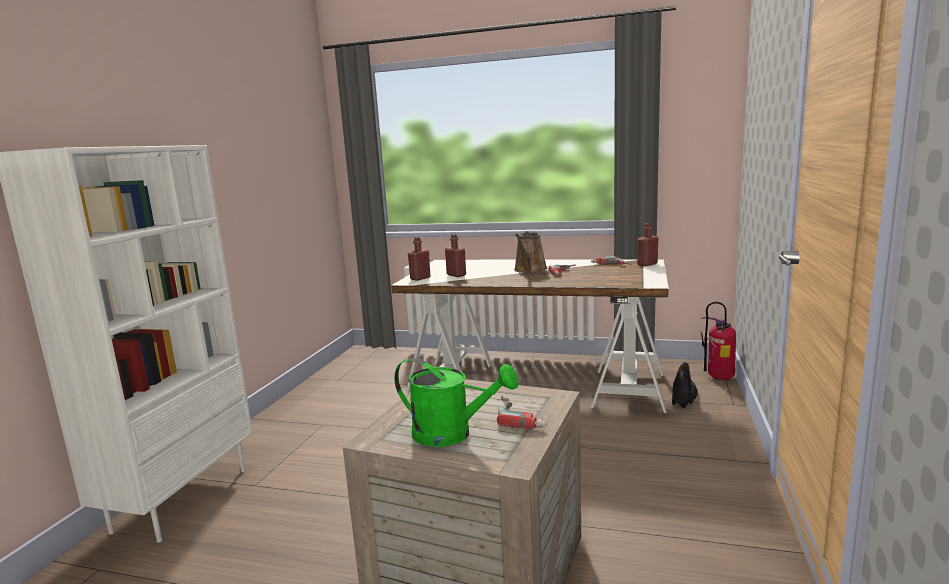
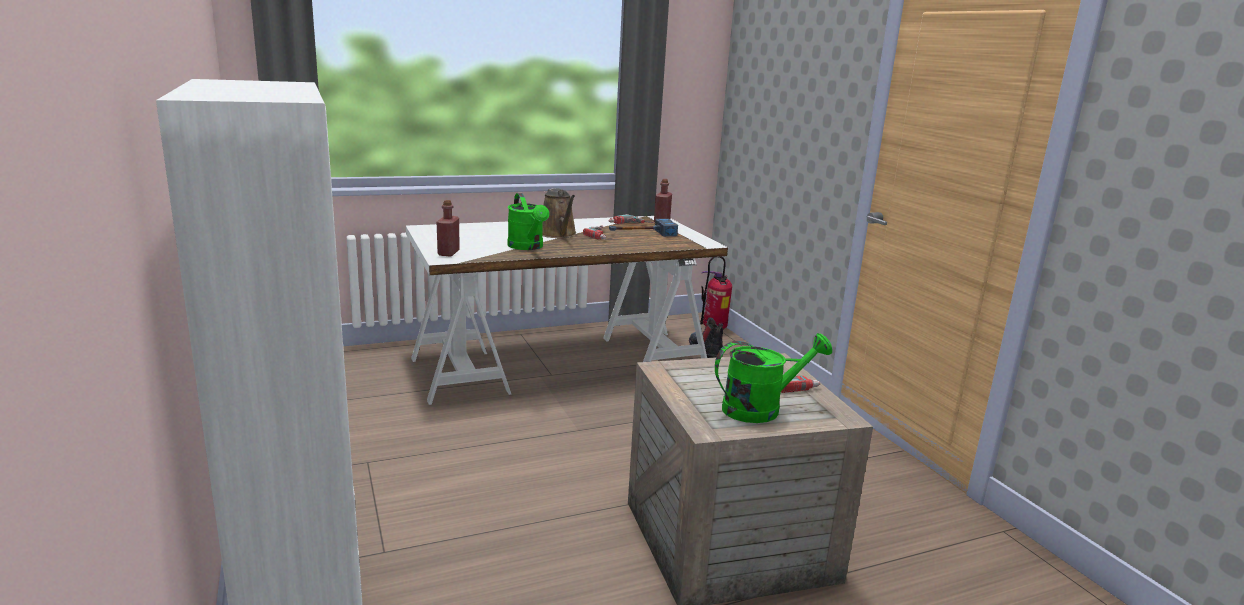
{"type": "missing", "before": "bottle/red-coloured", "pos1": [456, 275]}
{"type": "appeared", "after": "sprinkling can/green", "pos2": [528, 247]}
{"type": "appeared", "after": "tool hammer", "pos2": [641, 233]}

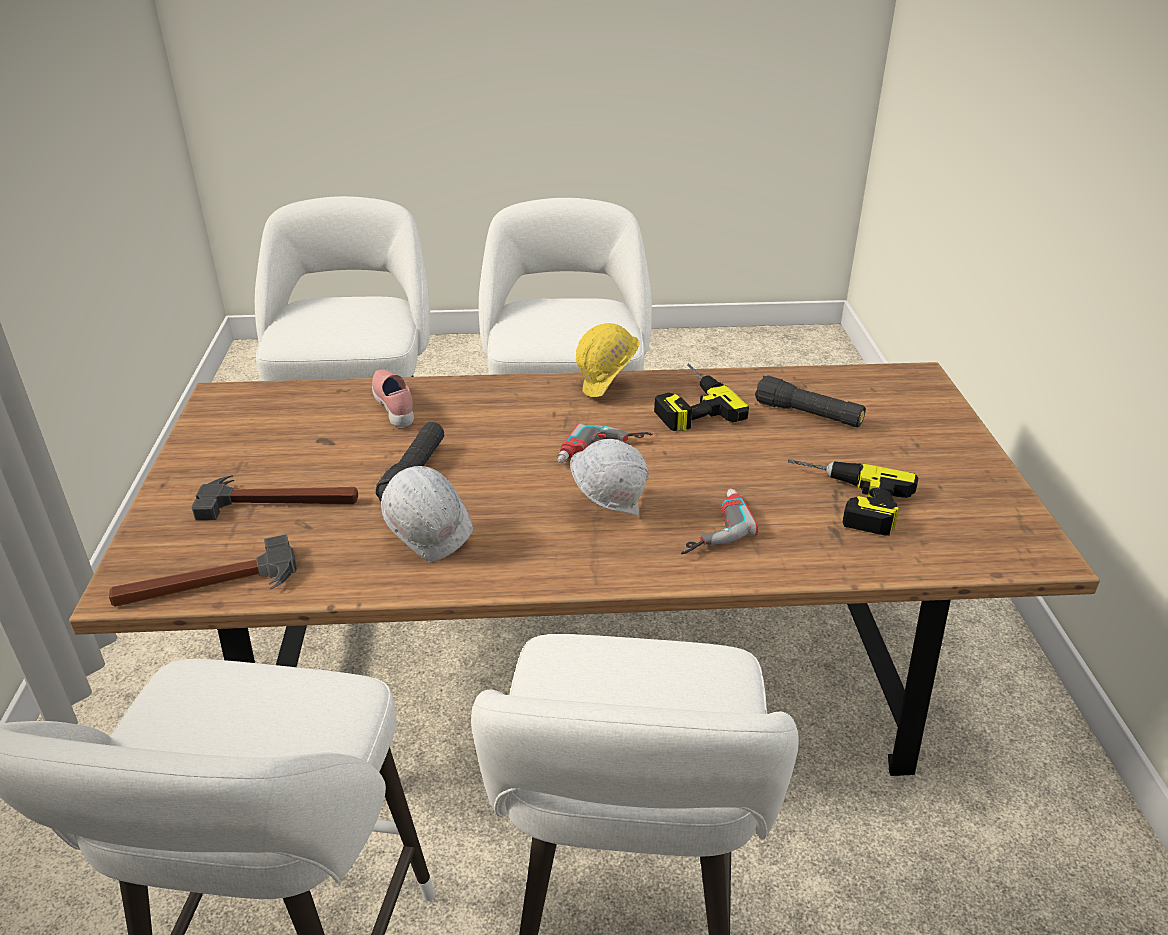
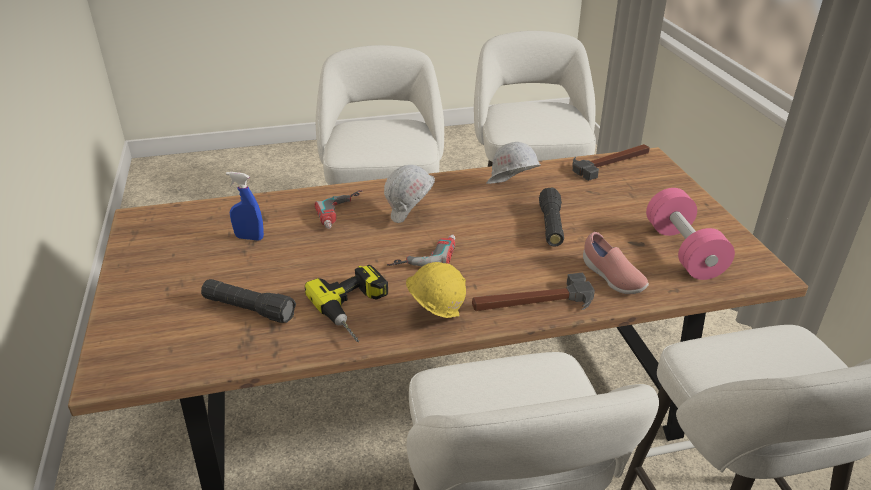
{"type": "relocated", "before": "tool hammer", "pos1": [279, 502], "pos2": [532, 302]}
{"type": "exchanged", "before": "drill", "after": "hand sprayer/bluish", "pos1": [844, 500], "pos2": [249, 238]}
{"type": "appeared", "after": "free weight/pink", "pos2": [683, 251]}

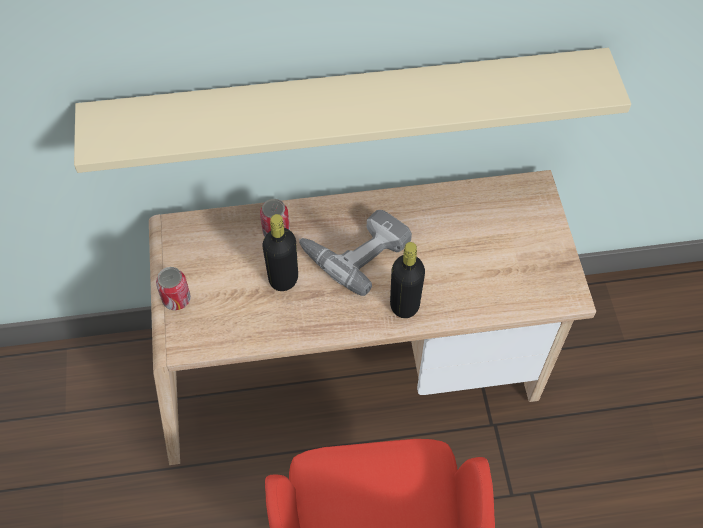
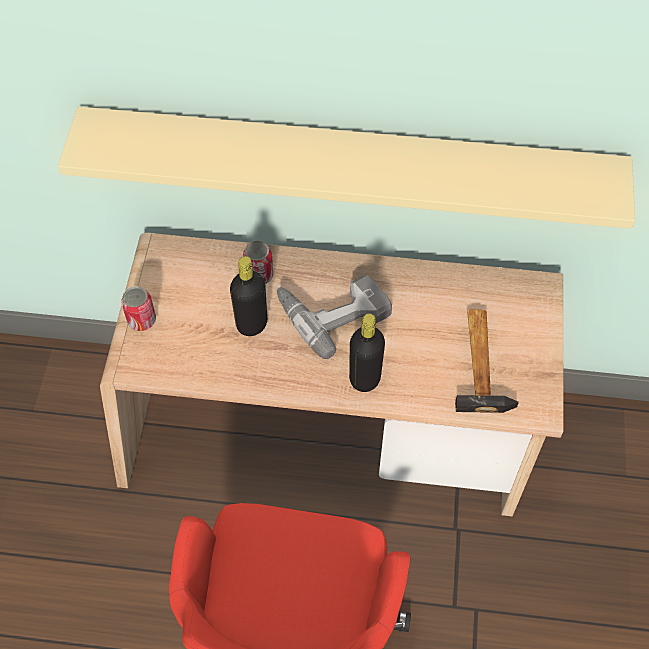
{"type": "appeared", "after": "tool hammer", "pos2": [482, 362]}

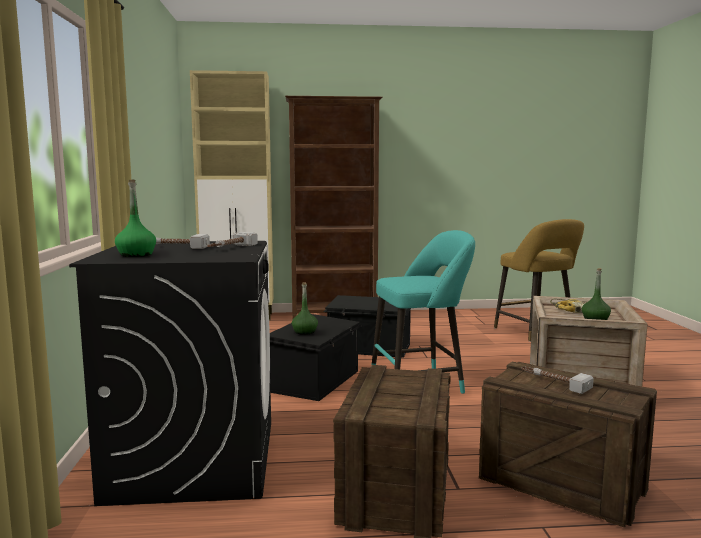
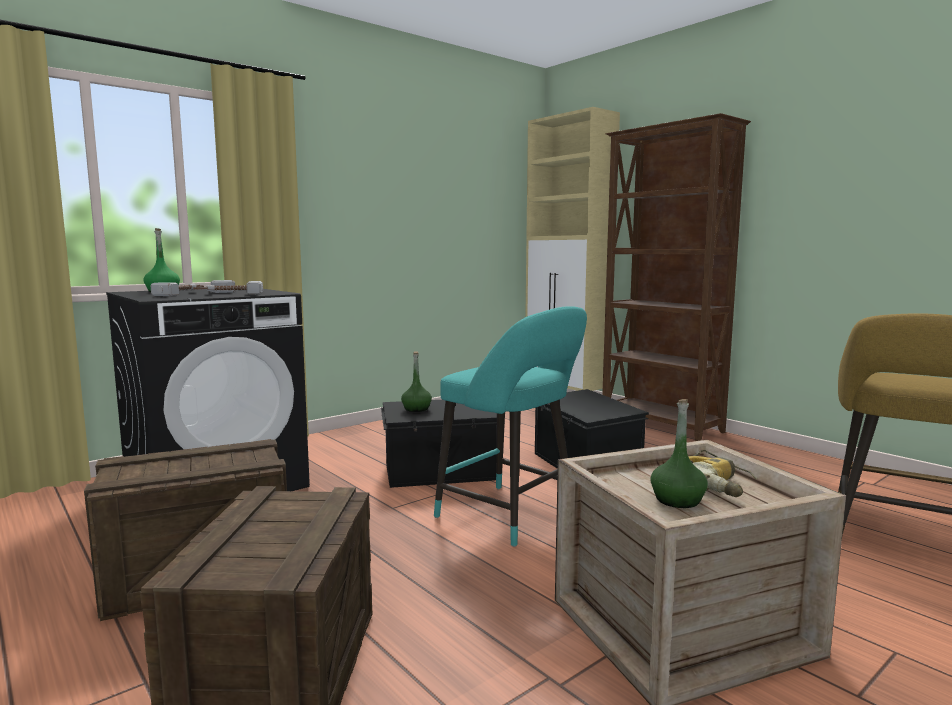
{"type": "relocated", "before": "tool hammer", "pos1": [554, 382], "pos2": [182, 293]}

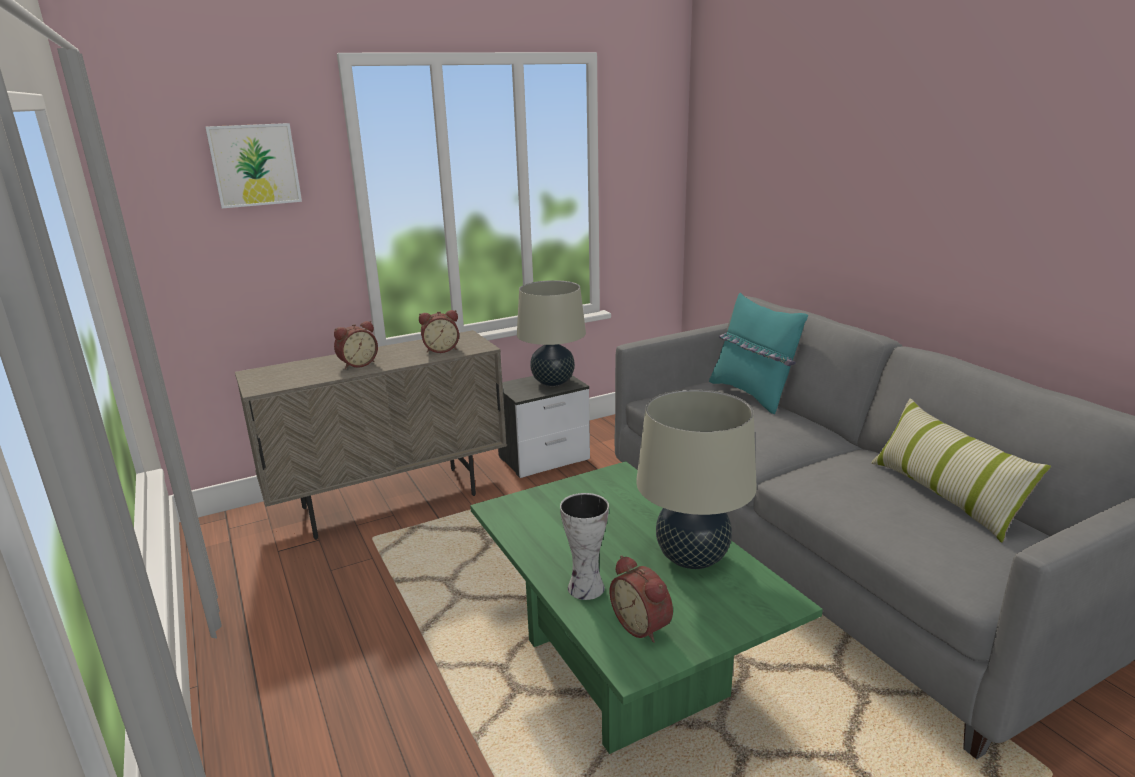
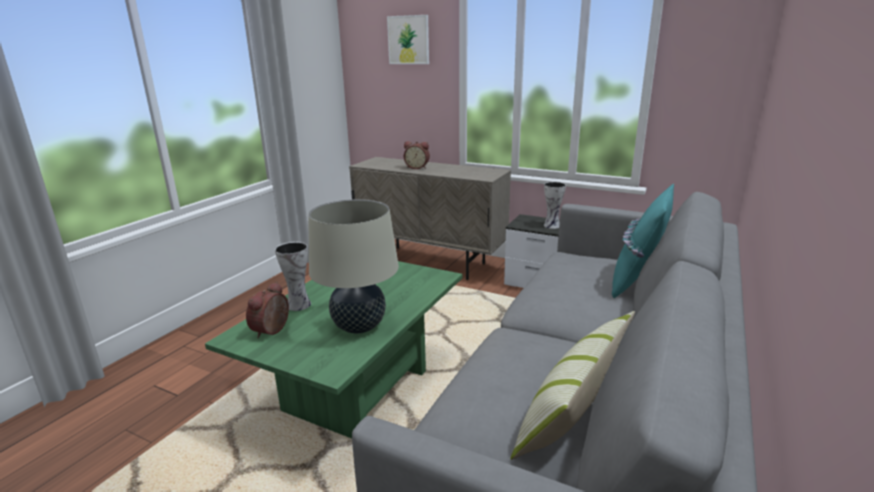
{"type": "missing", "before": "bedside clock", "pos1": [441, 349]}
{"type": "exchanged", "before": "tabletop lamp/beige", "after": "vase", "pos1": [553, 382], "pos2": [552, 225]}

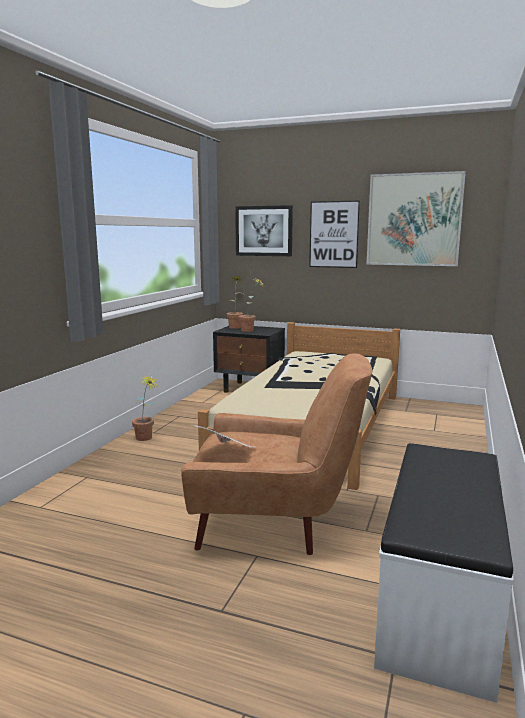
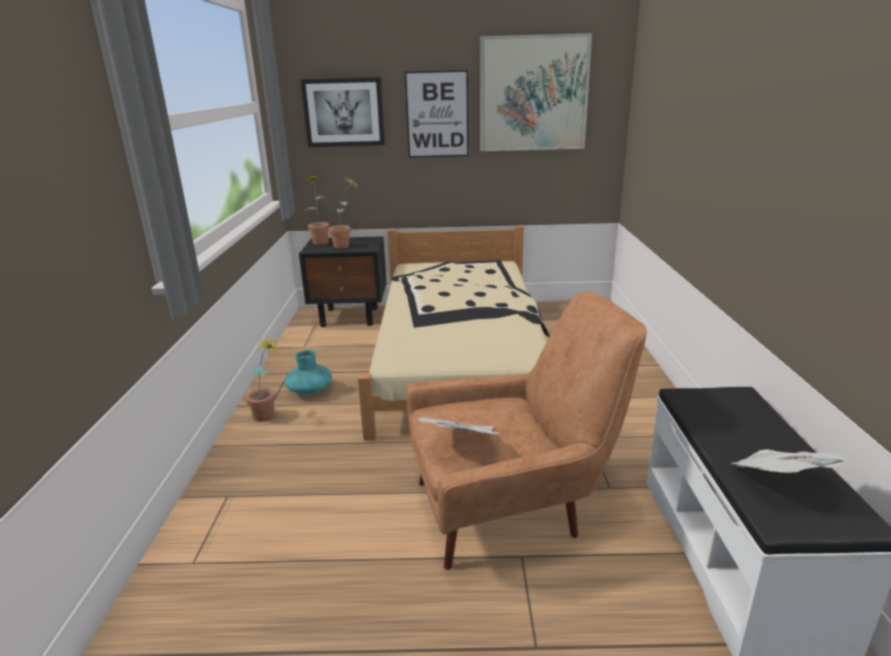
{"type": "appeared", "after": "vase/blue-green", "pos2": [310, 390]}
{"type": "appeared", "after": "newspaper", "pos2": [782, 481]}

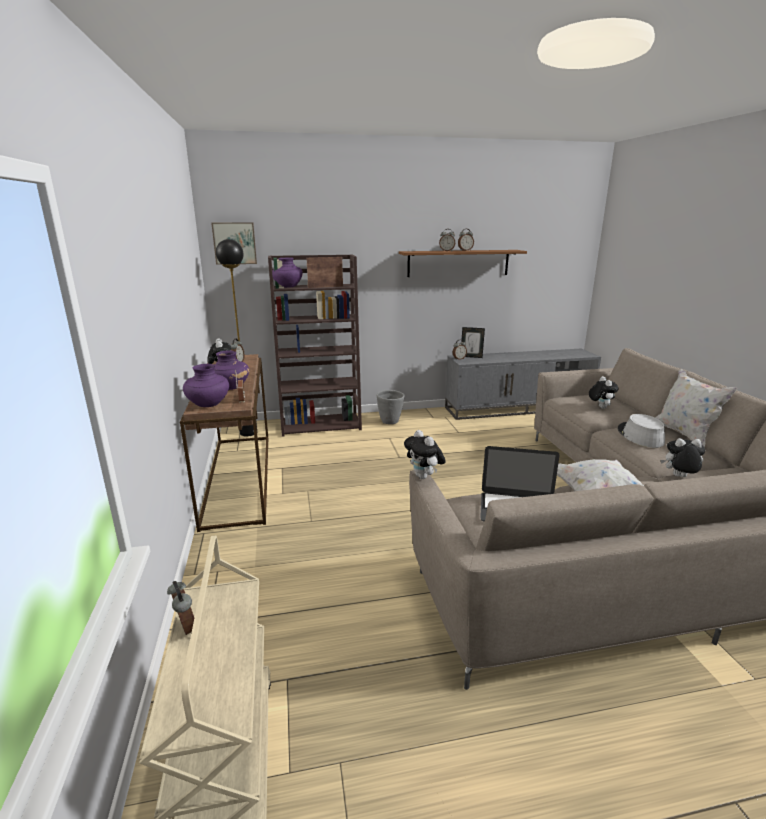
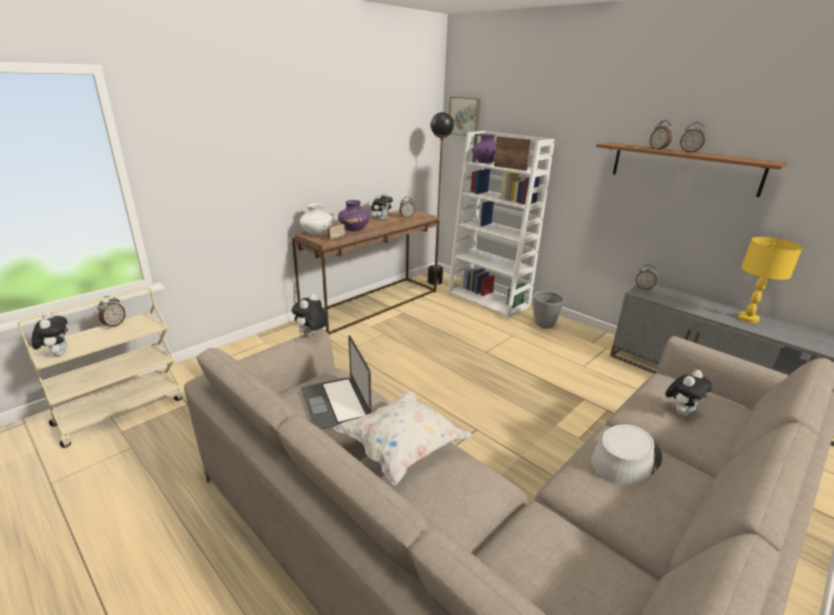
{"type": "colour", "before": "vase/purplish", "after": "vase/whitish", "pos1": [208, 404], "pos2": [317, 234]}
{"type": "colour", "before": "bookshelf/brown-coloured", "after": "bookshelf/whitish", "pos1": [321, 424], "pos2": [489, 300]}
{"type": "missing", "before": "photo frame", "pos1": [471, 356]}
{"type": "missing", "before": "pillow/whitish", "pos1": [684, 435]}
{"type": "relocated", "before": "plush toy", "pos1": [679, 477], "pos2": [57, 354]}
{"type": "appeared", "after": "tabletop lamp/yellow", "pos2": [747, 318]}

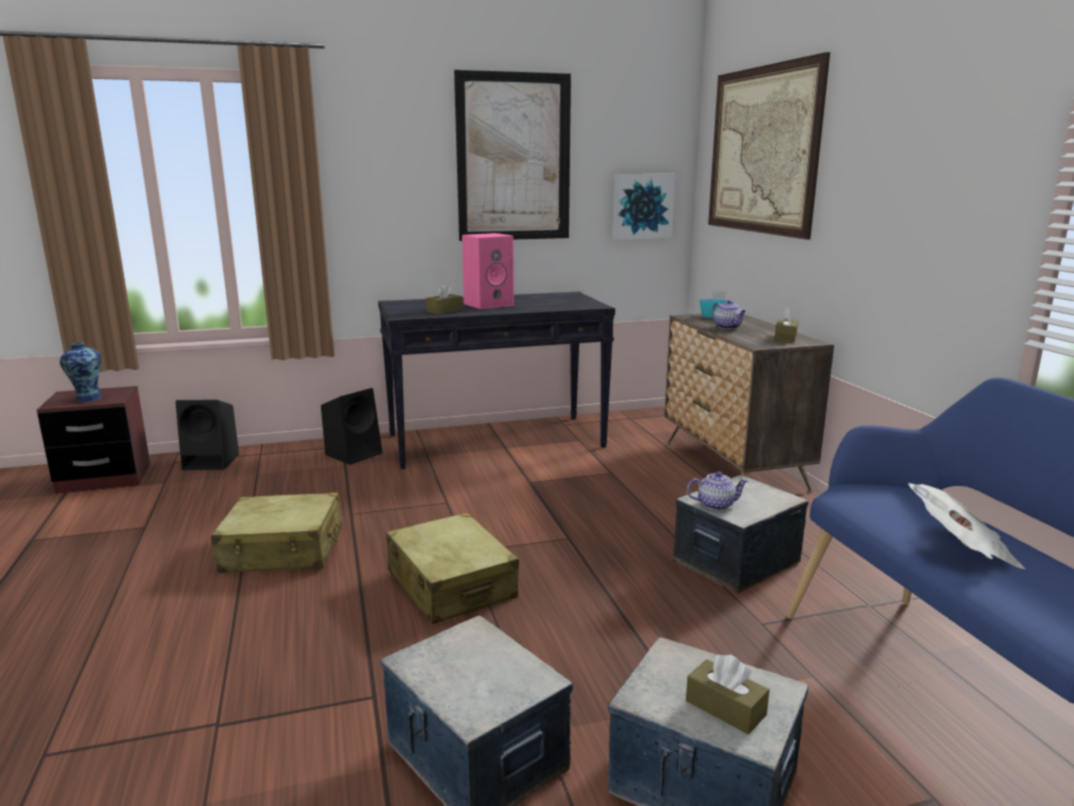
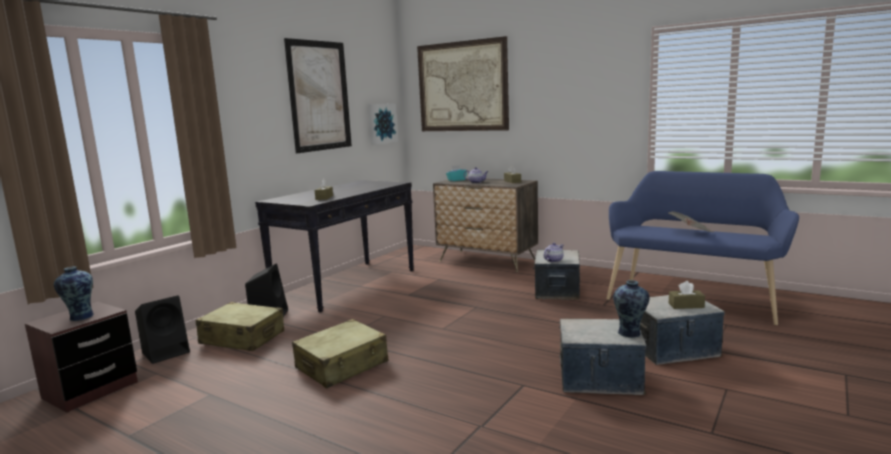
{"type": "relocated", "before": "piece of luggage/beige", "pos1": [451, 585], "pos2": [242, 338]}
{"type": "missing", "before": "loudspeaker/pink", "pos1": [489, 304]}
{"type": "appeared", "after": "vase", "pos2": [630, 333]}

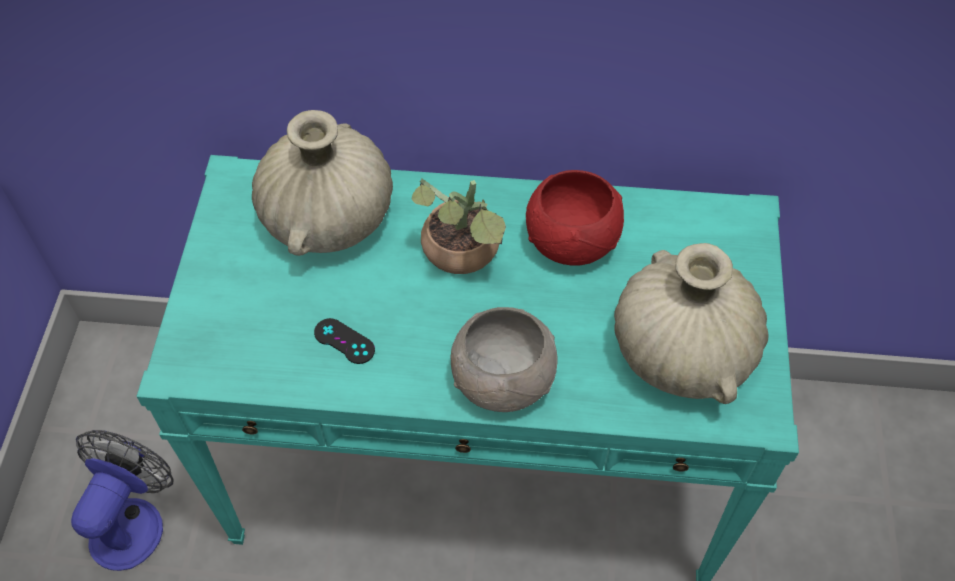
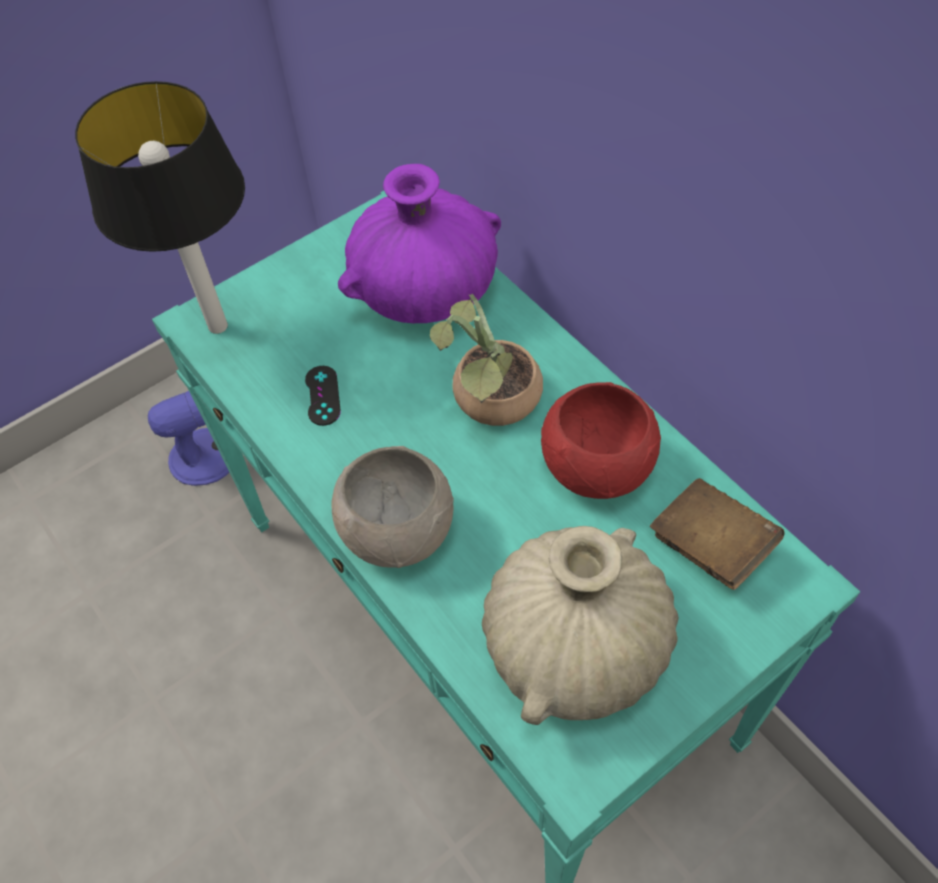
{"type": "colour", "before": "vase/beige", "after": "vase/purplish", "pos1": [329, 218], "pos2": [426, 292]}
{"type": "appeared", "after": "tabletop lamp", "pos2": [217, 327]}
{"type": "appeared", "after": "book/brown-coloured", "pos2": [710, 546]}

